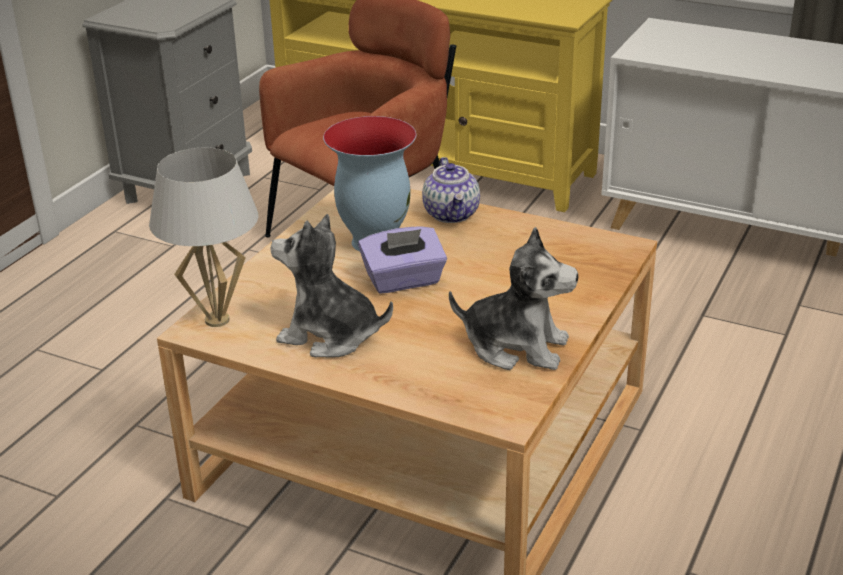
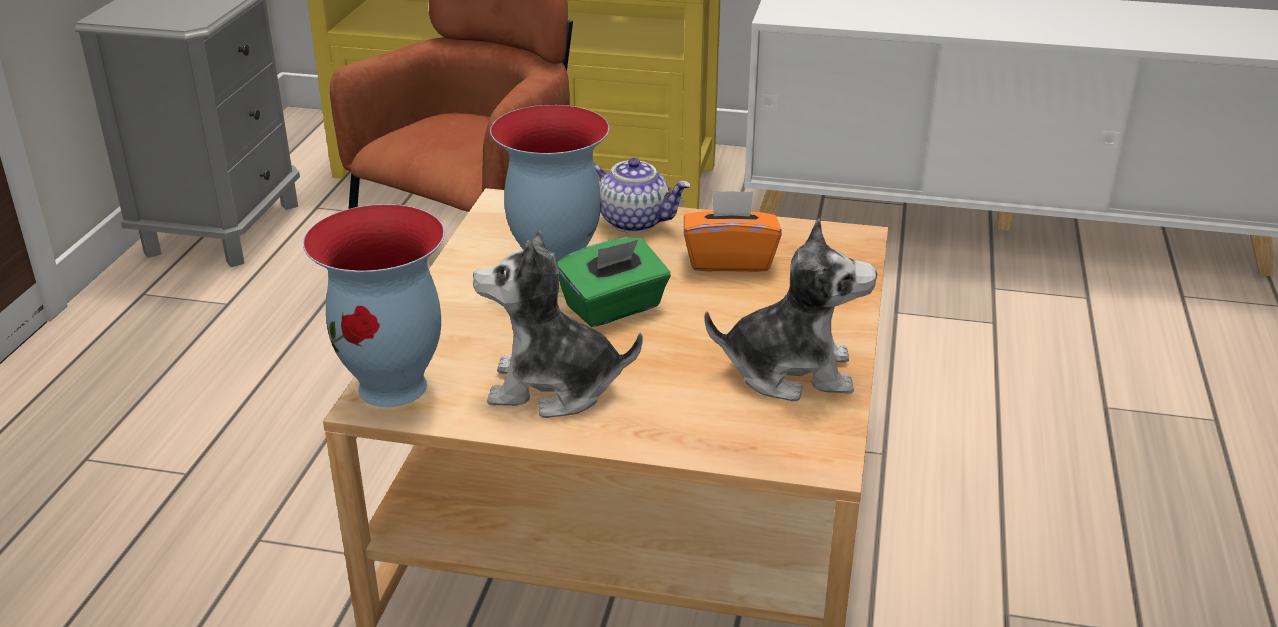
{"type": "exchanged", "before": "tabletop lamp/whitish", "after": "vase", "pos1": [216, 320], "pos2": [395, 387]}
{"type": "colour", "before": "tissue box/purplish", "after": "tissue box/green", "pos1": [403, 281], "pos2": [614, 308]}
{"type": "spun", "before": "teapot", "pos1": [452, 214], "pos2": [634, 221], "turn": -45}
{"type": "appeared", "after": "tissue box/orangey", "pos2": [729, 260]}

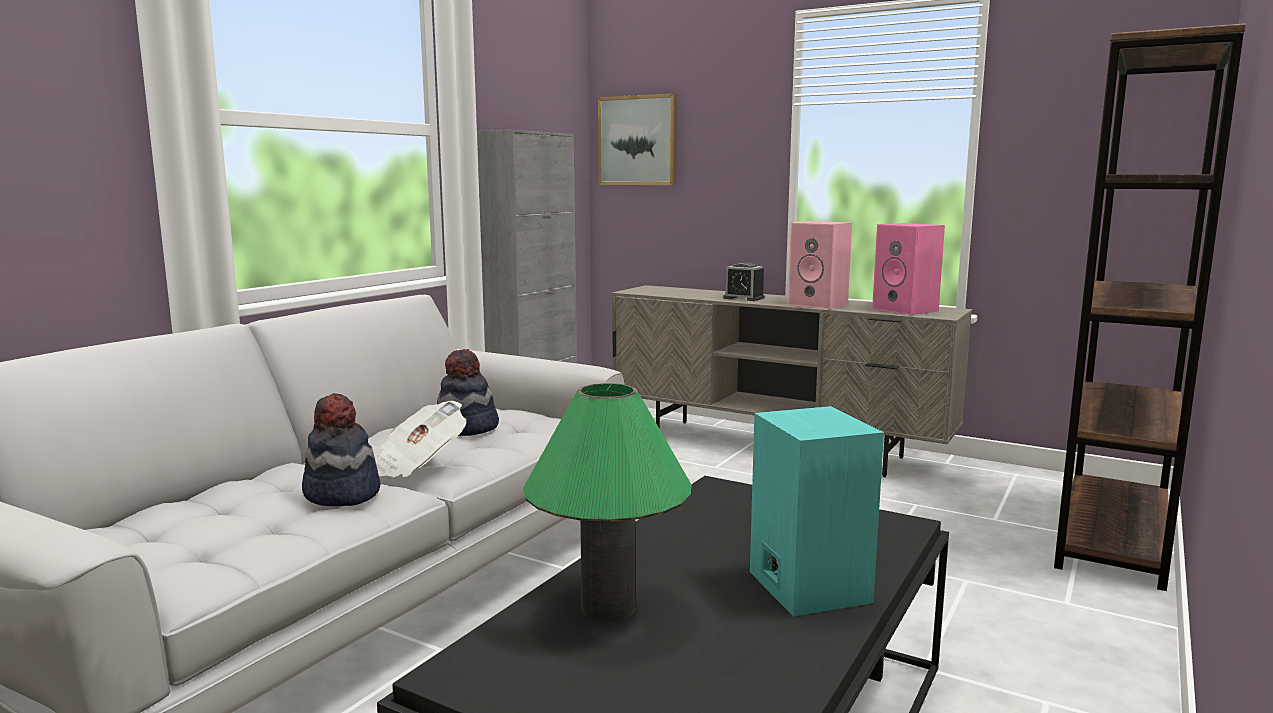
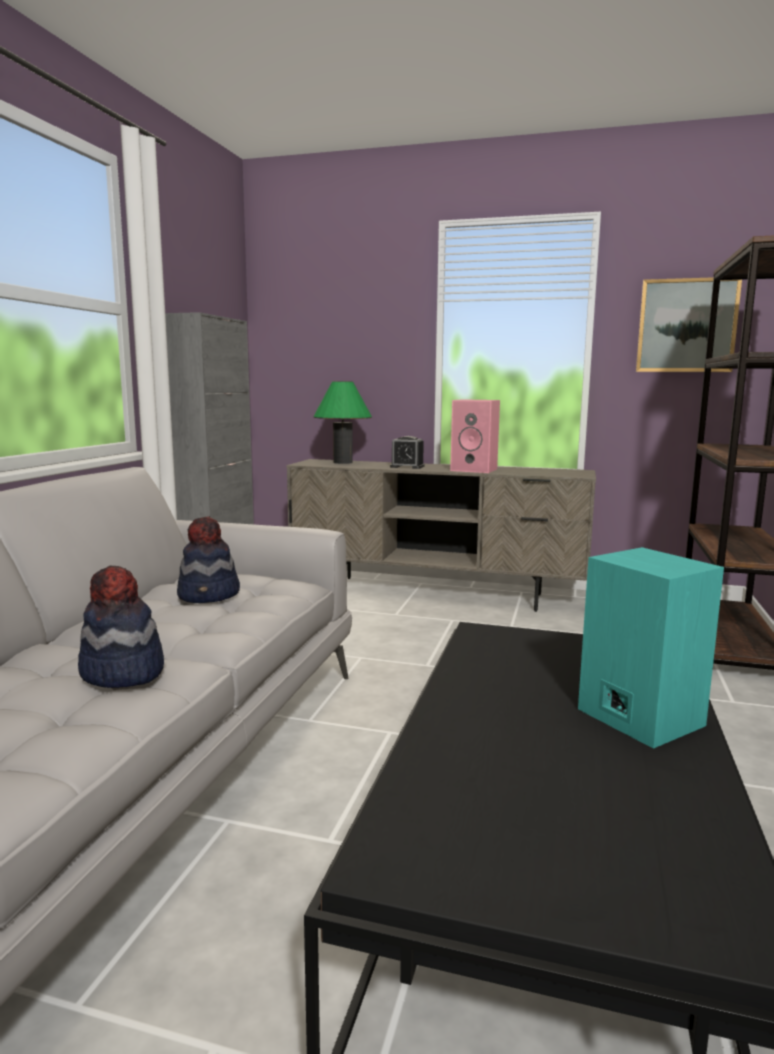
{"type": "missing", "before": "newspaper", "pos1": [416, 465]}
{"type": "relocated", "before": "tabletop lamp/green", "pos1": [608, 608], "pos2": [343, 462]}
{"type": "relocated", "before": "picture", "pos1": [638, 140], "pos2": [686, 326]}
{"type": "missing", "before": "loudspeaker/pink", "pos1": [907, 310]}

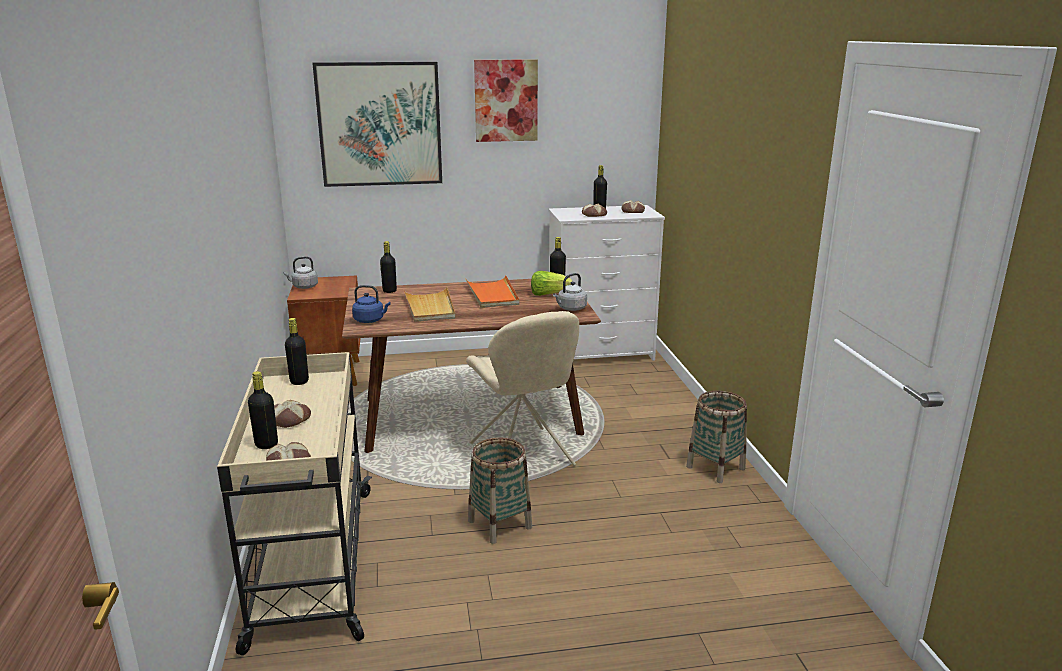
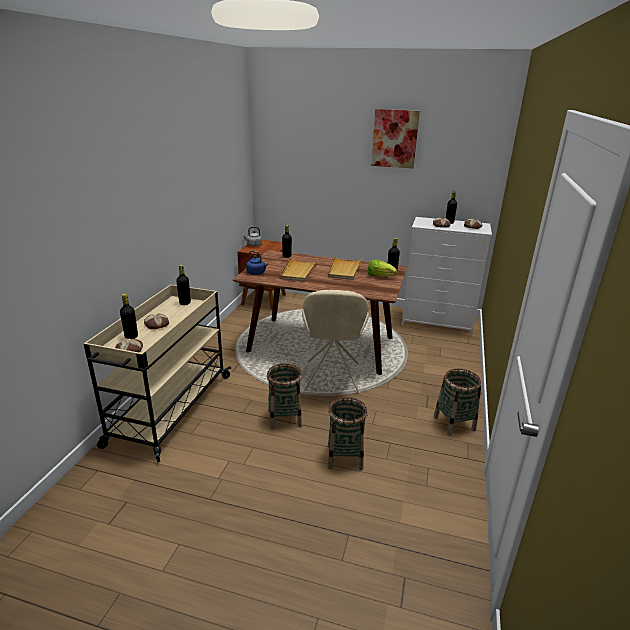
{"type": "missing", "before": "picture", "pos1": [380, 124]}
{"type": "colour", "before": "serving tray/orangey", "after": "serving tray/beige", "pos1": [492, 294], "pos2": [344, 270]}
{"type": "missing", "before": "tea kettle/grey", "pos1": [570, 308]}
{"type": "appeared", "after": "basket", "pos2": [344, 457]}

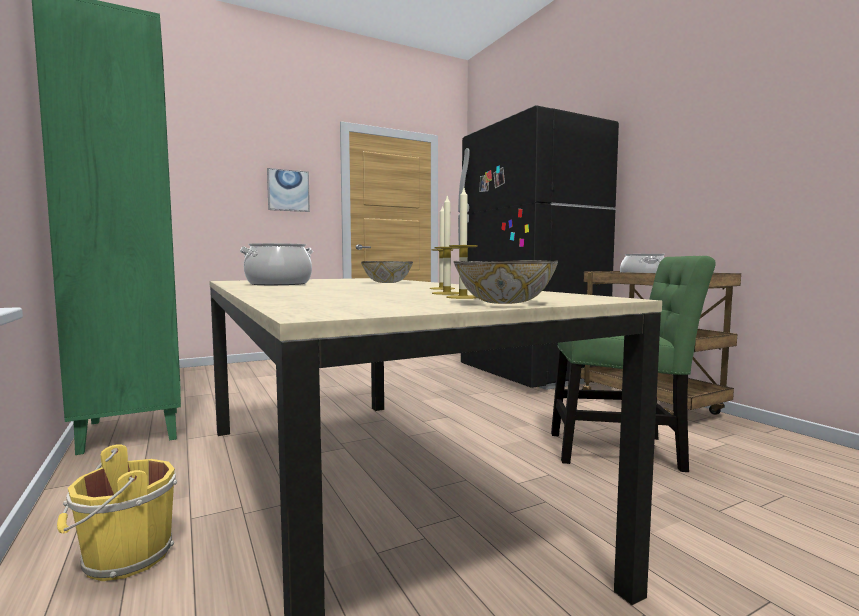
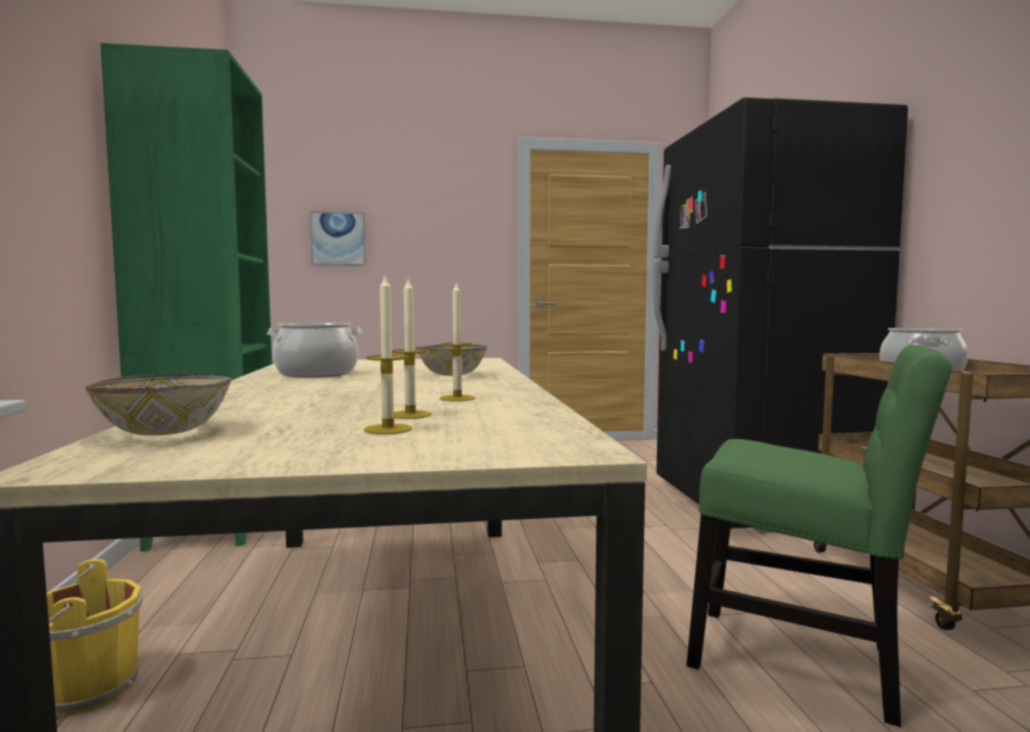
{"type": "relocated", "before": "picture", "pos1": [288, 190], "pos2": [338, 239]}
{"type": "relocated", "before": "bowl", "pos1": [503, 303], "pos2": [165, 432]}

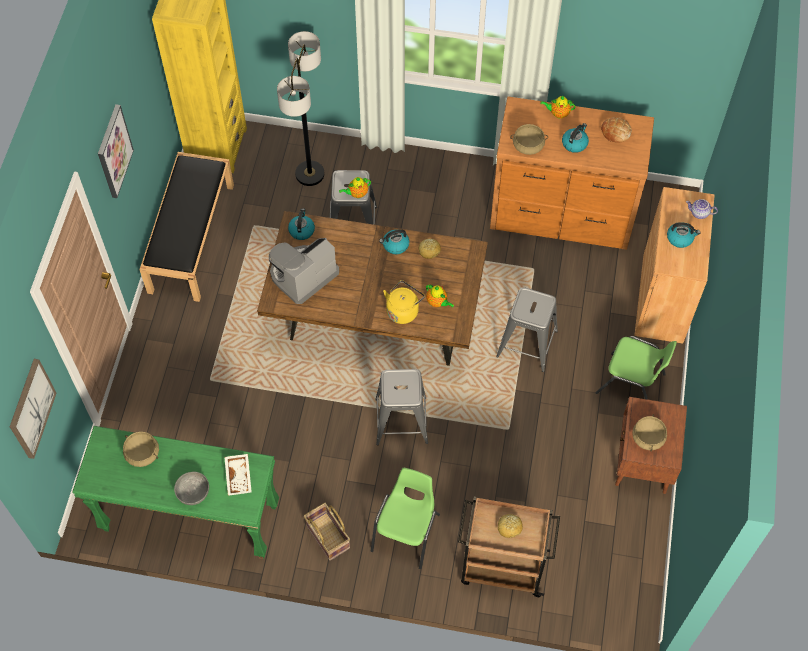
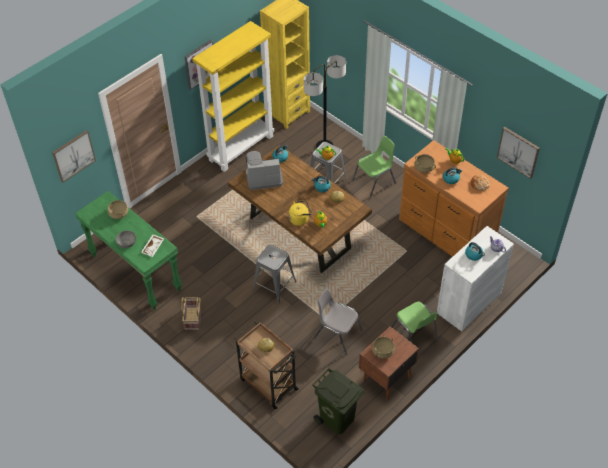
{"type": "exchanged", "before": "indoor bench/black-coloured", "after": "bookshelf/yellow", "pos1": [191, 237], "pos2": [241, 147]}
{"type": "relocated", "before": "plain chair/green", "pos1": [407, 532], "pos2": [375, 181]}
{"type": "missing", "before": "stool seat/grey", "pos1": [526, 343]}
{"type": "colour", "before": "cupboard/brown-coloured", "after": "cupboard/whitish", "pos1": [662, 298], "pos2": [469, 303]}
{"type": "appeared", "after": "rubbish bin/green", "pos2": [336, 419]}
{"type": "appeared", "after": "plain chair/grey", "pos2": [337, 334]}
{"type": "appeared", "after": "picture", "pos2": [518, 152]}

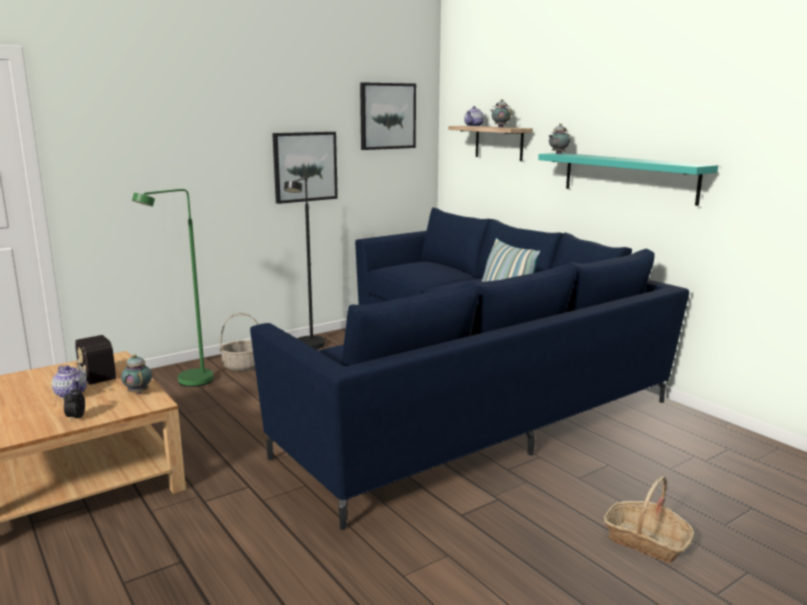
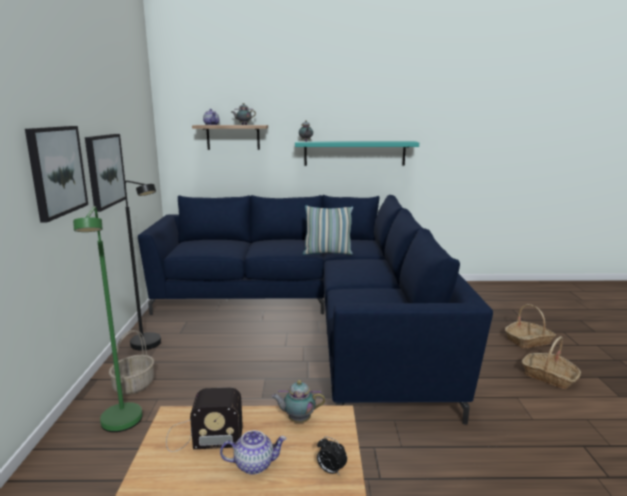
{"type": "relocated", "before": "picture", "pos1": [387, 116], "pos2": [56, 171]}
{"type": "appeared", "after": "basket", "pos2": [549, 377]}

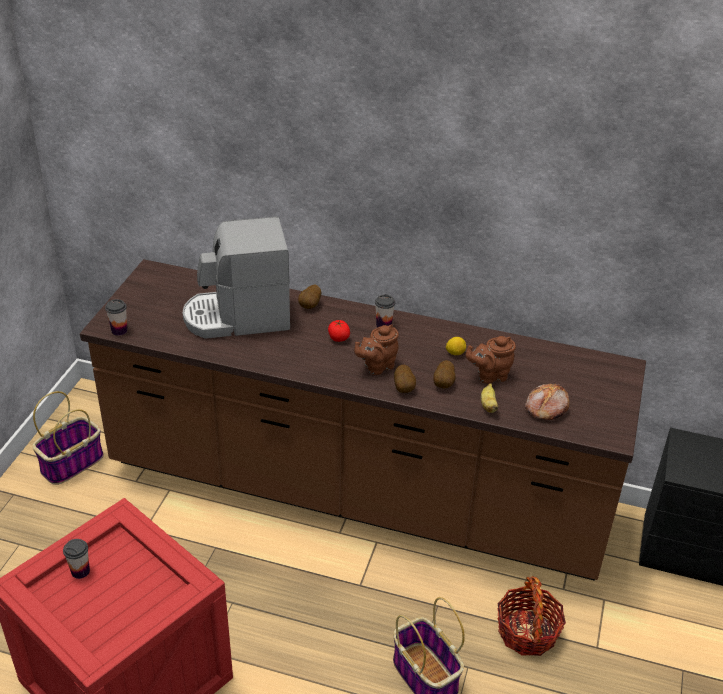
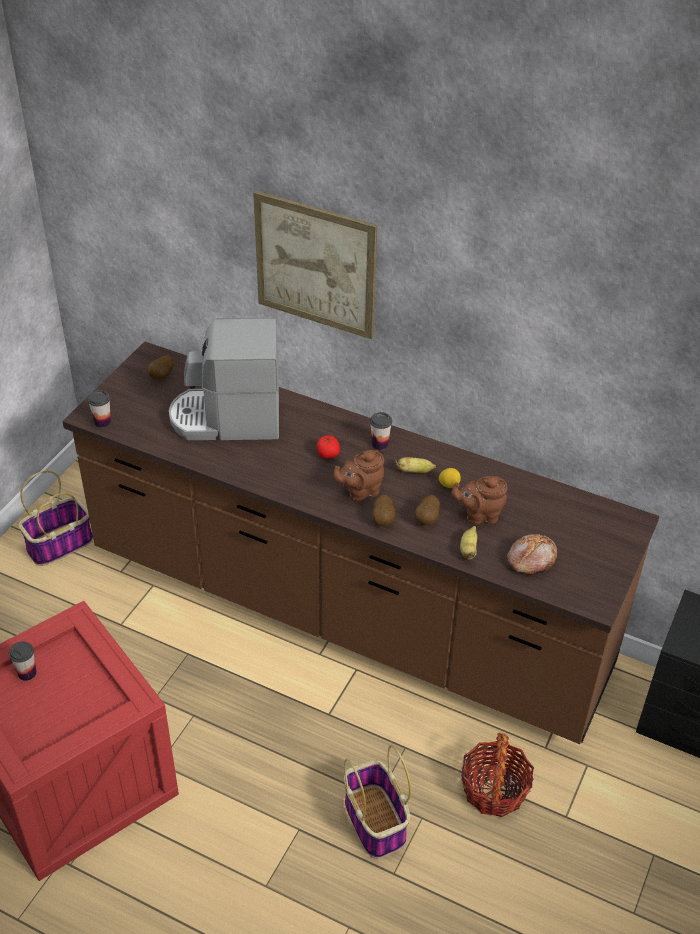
{"type": "relocated", "before": "whole potato", "pos1": [310, 306], "pos2": [162, 377]}
{"type": "appeared", "after": "picture", "pos2": [315, 265]}
{"type": "appeared", "after": "banana fruit", "pos2": [415, 471]}

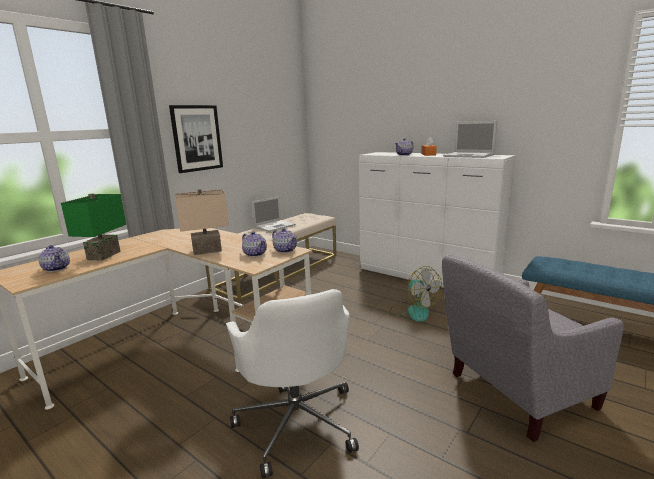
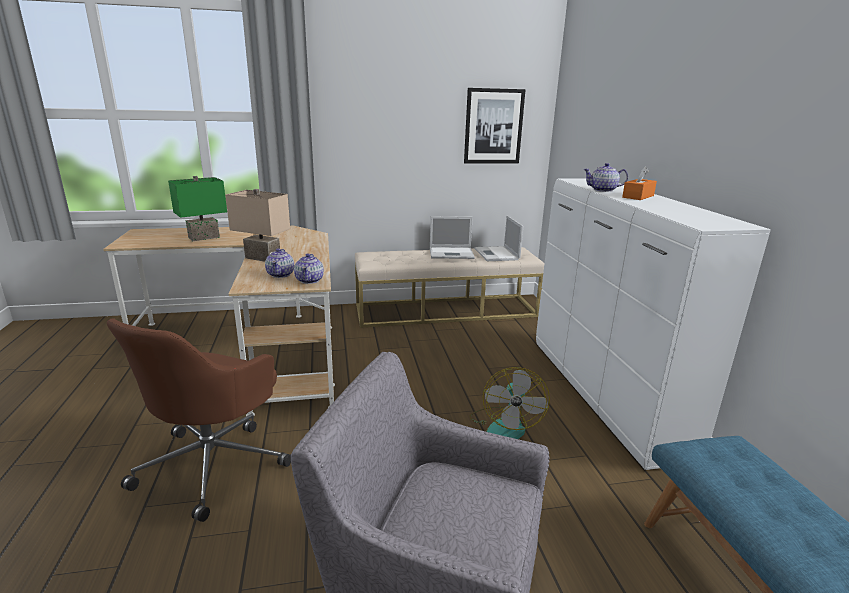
{"type": "missing", "before": "teapot", "pos1": [57, 268]}
{"type": "relocated", "before": "picture", "pos1": [197, 138], "pos2": [493, 126]}
{"type": "colour", "before": "computer chair/whitish", "after": "computer chair/brown-coloured", "pos1": [297, 421], "pos2": [214, 463]}
{"type": "relocated", "before": "portable computer", "pos1": [469, 155], "pos2": [497, 254]}

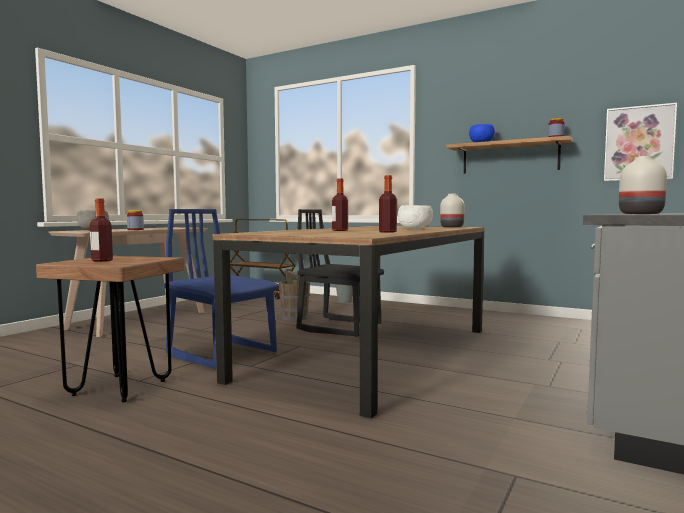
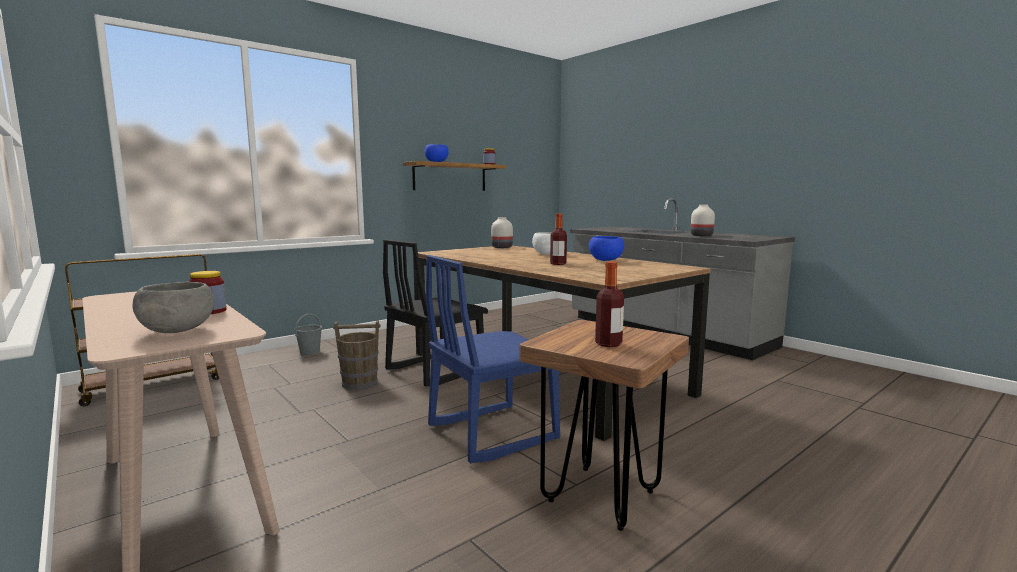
{"type": "exchanged", "before": "bottle", "after": "bowl/bluish", "pos1": [387, 232], "pos2": [605, 260]}
{"type": "missing", "before": "picture", "pos1": [639, 143]}

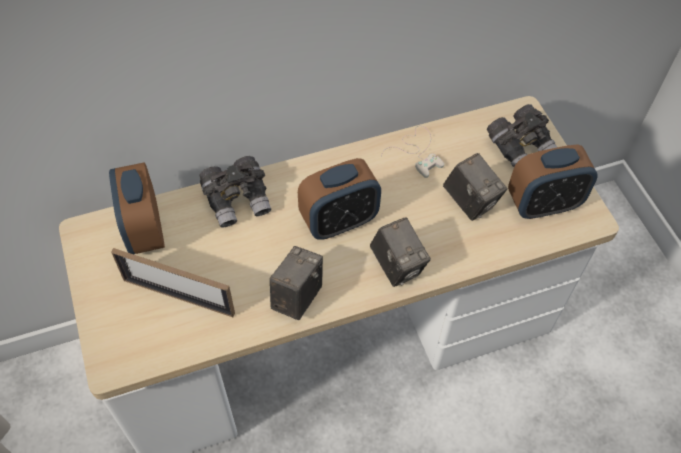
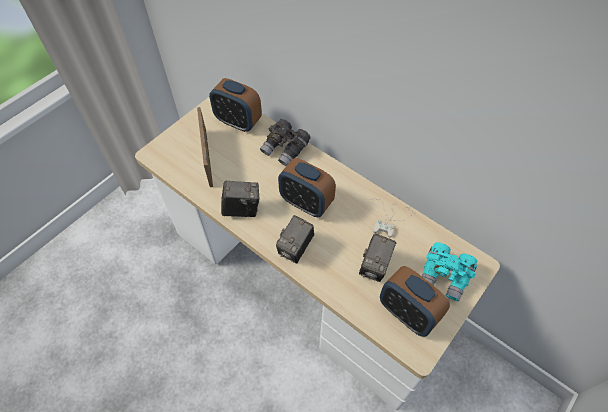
{"type": "spun", "before": "bedside clock", "pos1": [144, 230], "pos2": [238, 122], "turn": -105}
{"type": "colour", "before": "binoculars/grey", "after": "binoculars/blue-green", "pos1": [520, 148], "pos2": [445, 276]}

